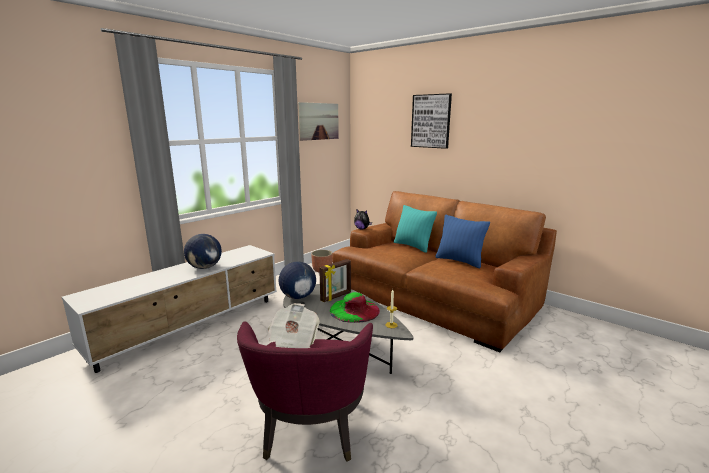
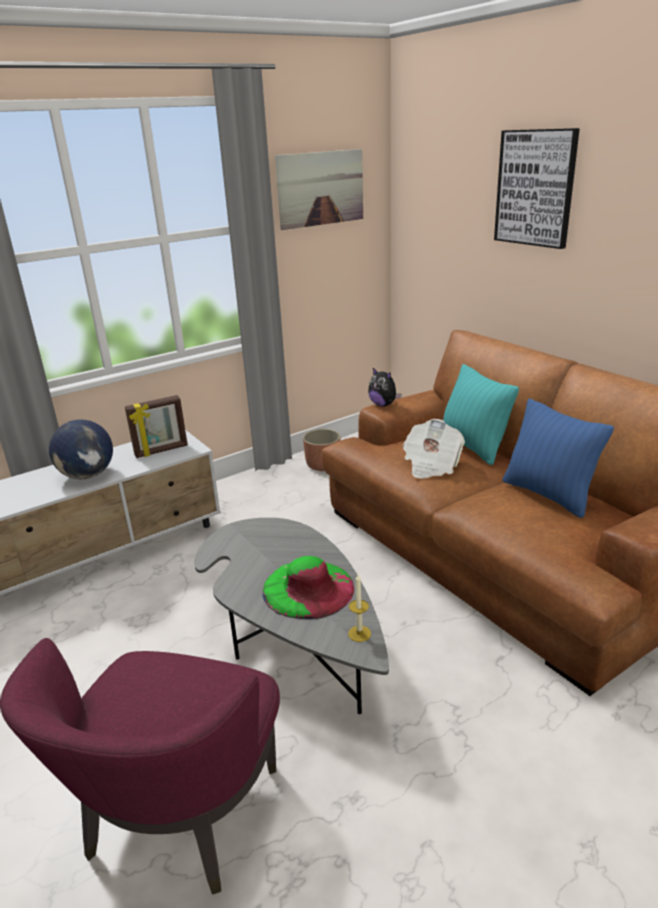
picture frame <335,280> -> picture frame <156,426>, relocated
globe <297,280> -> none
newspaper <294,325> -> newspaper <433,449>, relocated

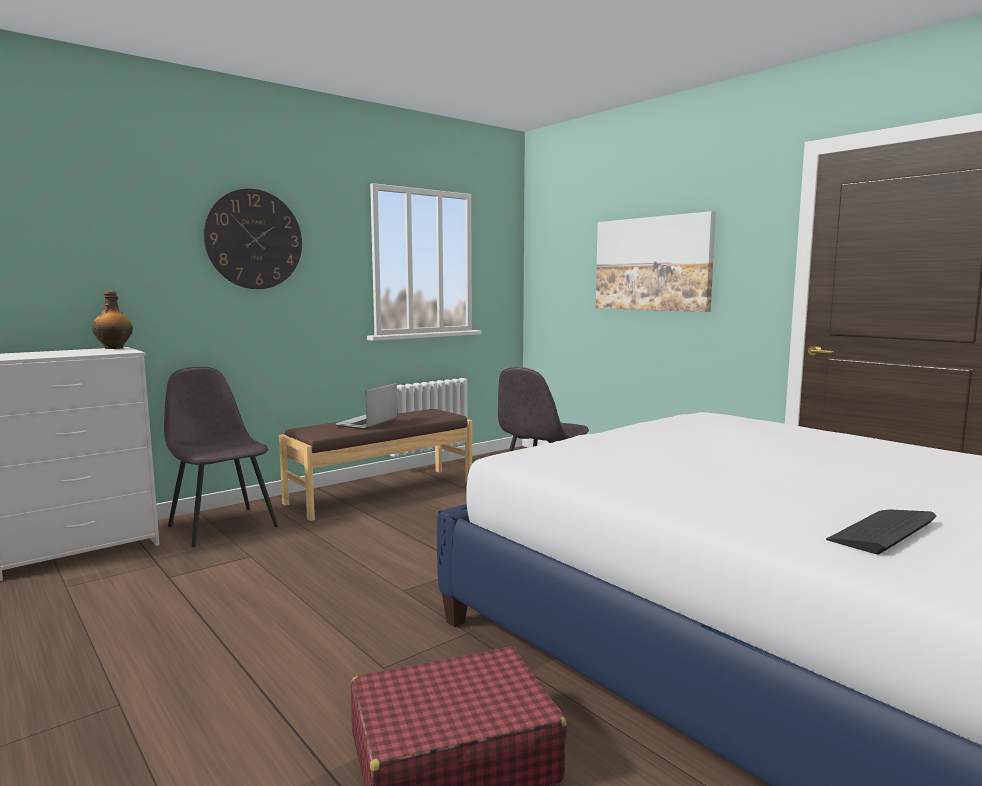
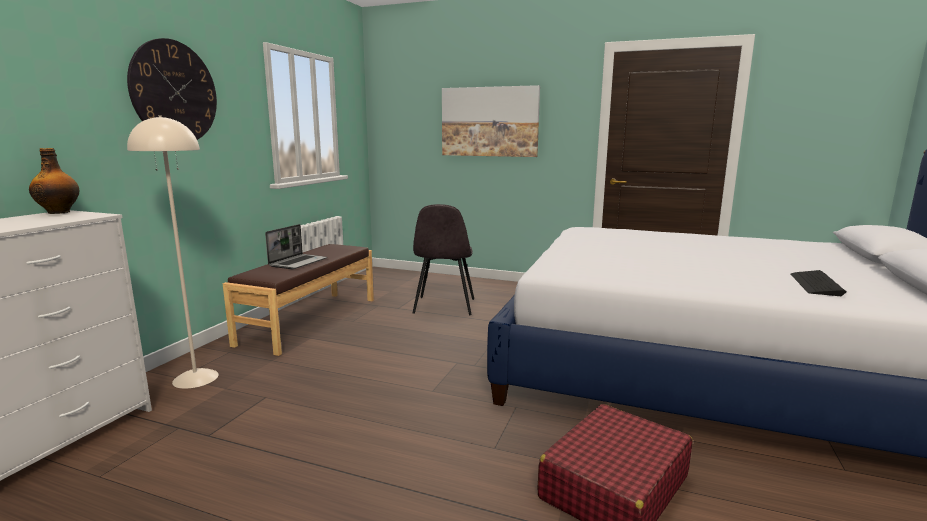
grey chair <221,457> -> beige floor lamp <173,252>
laptop <367,406> -> laptop <296,246>, 150 degrees counterclockwise

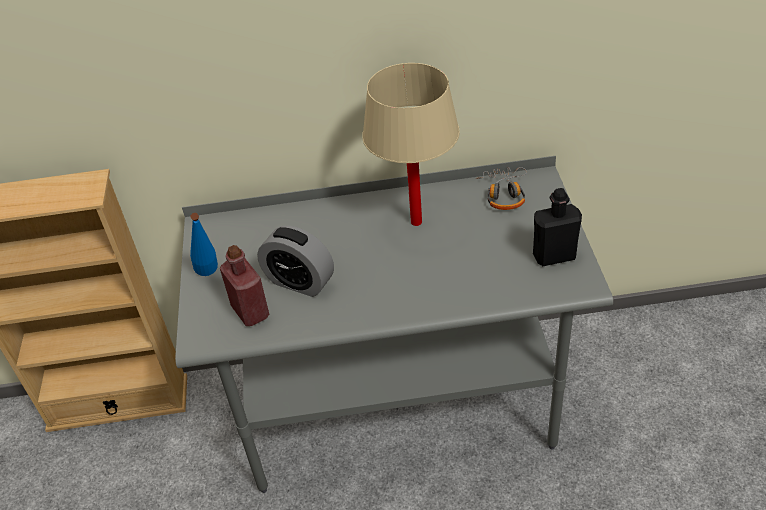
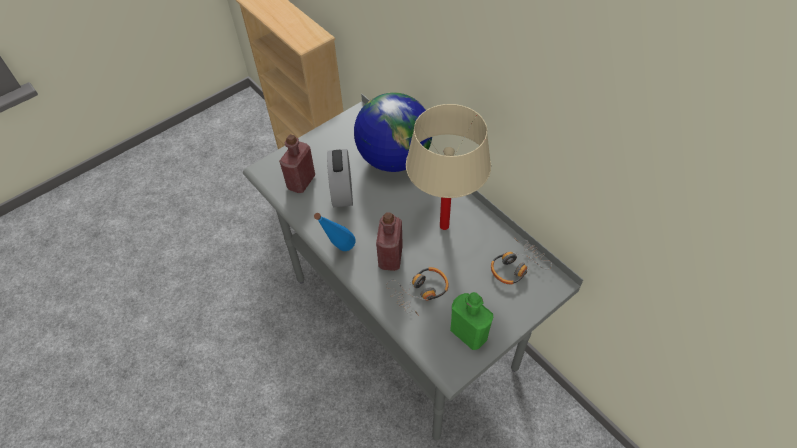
black bottle <557,227> -> green bottle <471,321>
blue bottle <204,244> -> blue bottle <335,232>, relocated
none -> globe <393,132>
none -> red bottle <389,241>
none -> headphones <417,291>

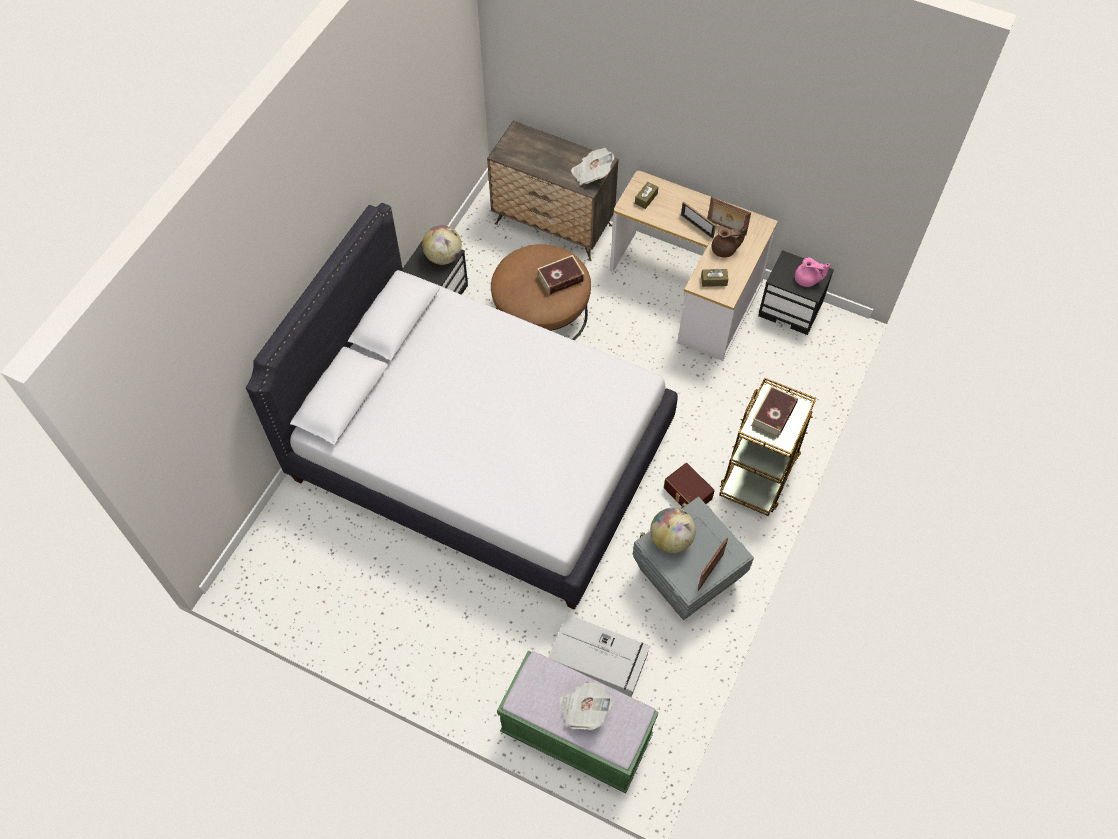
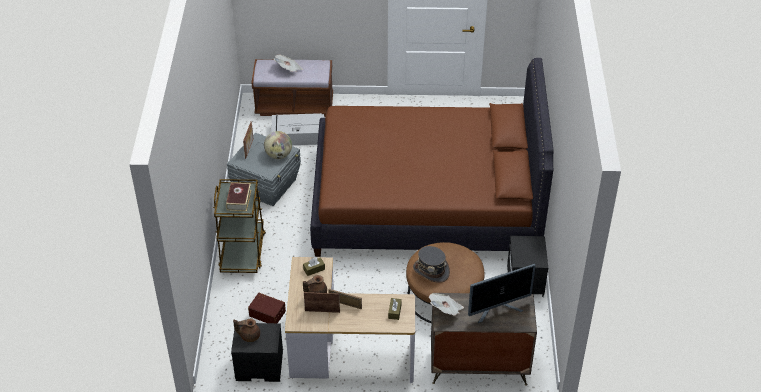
white bed <462,406> -> brown bed <432,157>
globe <442,245> -> none
book <561,275> -> grey hat <431,264>
pink teapot <812,272> -> brown teapot <246,330>
brown storage box <689,484> -> brown storage box <267,308>, relocated
green bench <578,721> -> brown bench <292,88>
none -> monitor <502,293>

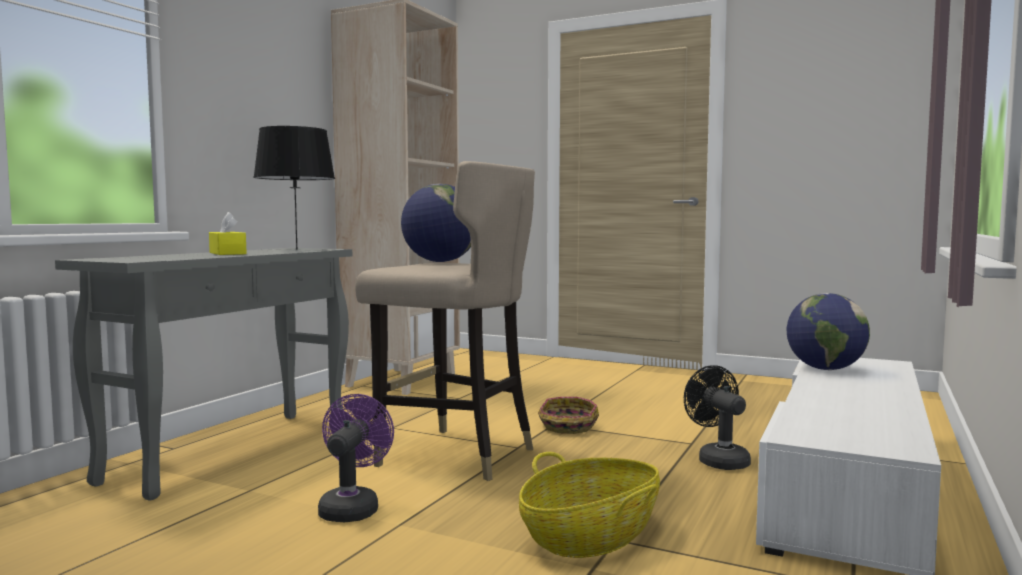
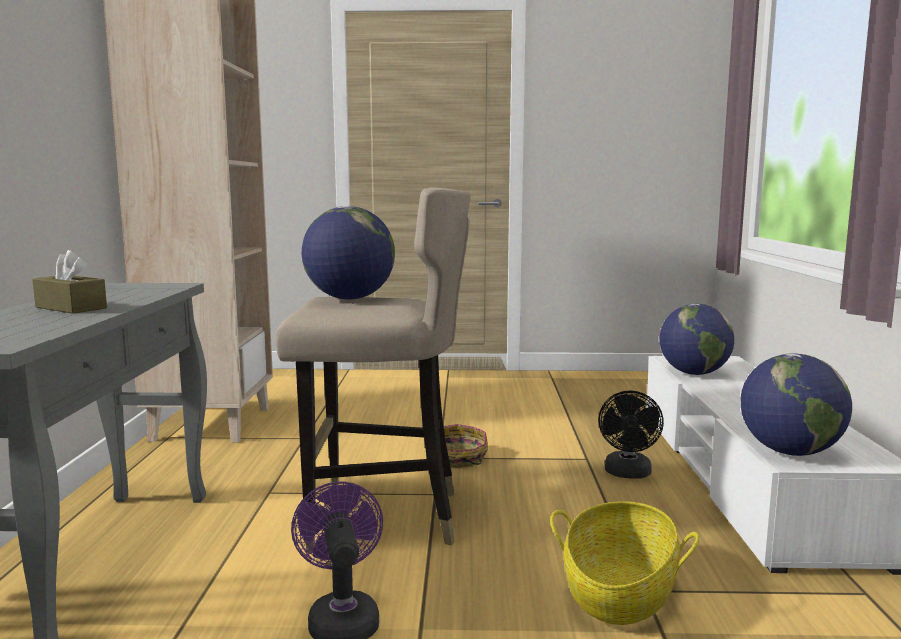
black table lamp <294,187> -> none
yellow tissue box <228,233> -> brown tissue box <69,282>
black fan <717,417> -> black fan <631,435>, 120 degrees counterclockwise
none -> globe <796,404>

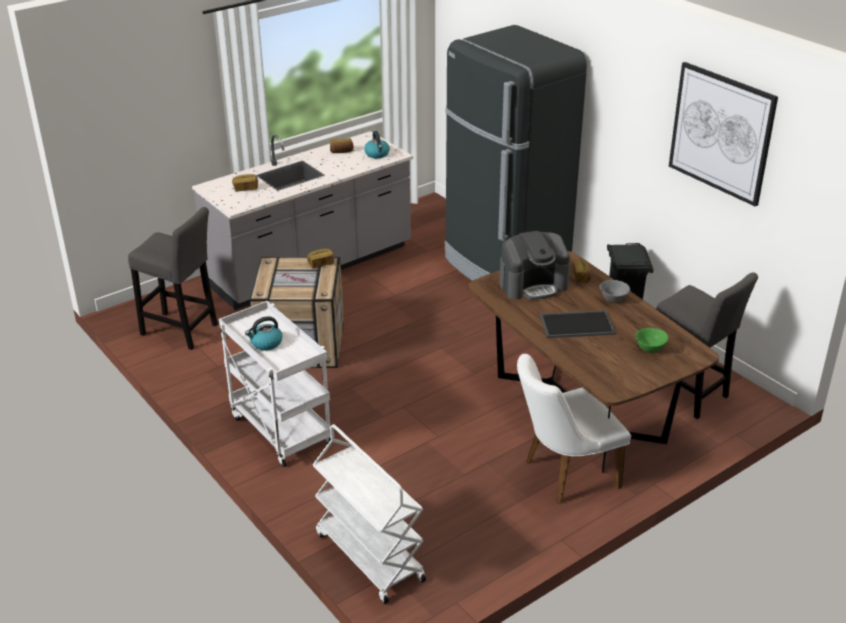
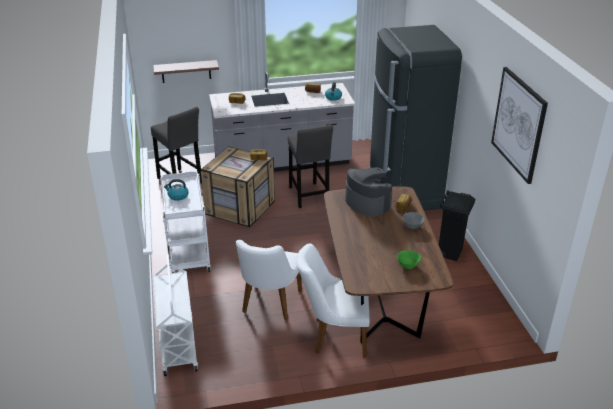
coffee machine <534,265> -> coffee machine <368,192>, 135 degrees counterclockwise
grey stool <707,345> -> grey stool <310,166>, relocated
tray <578,324> -> none
none -> shelf <186,71>
none -> white chair <269,280>

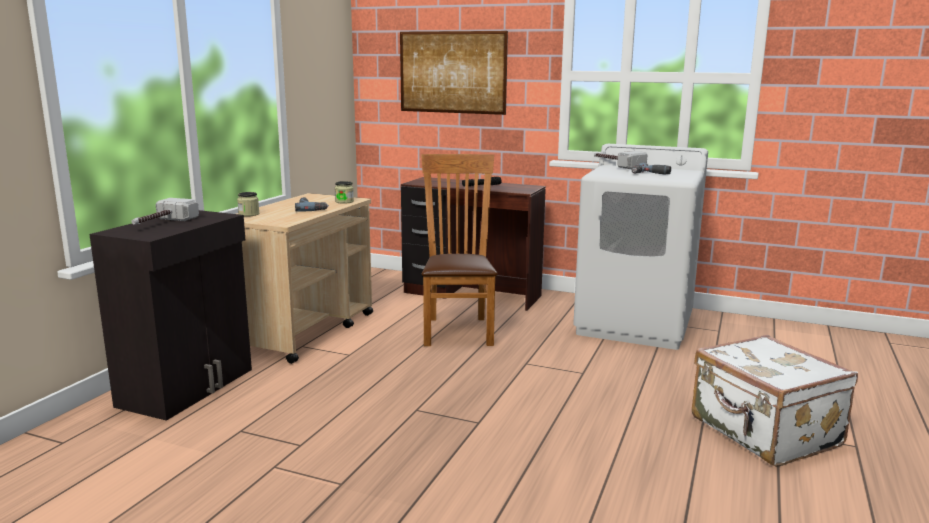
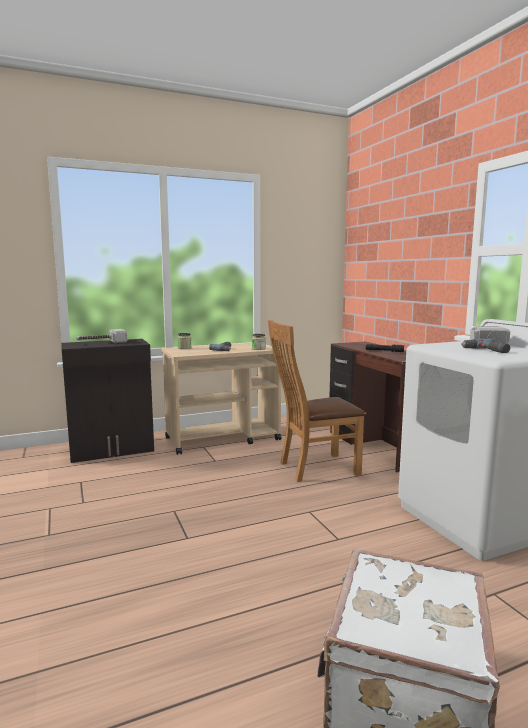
picture <454,73> -> none
brown chair <459,250> -> brown chair <317,401>, 150 degrees counterclockwise

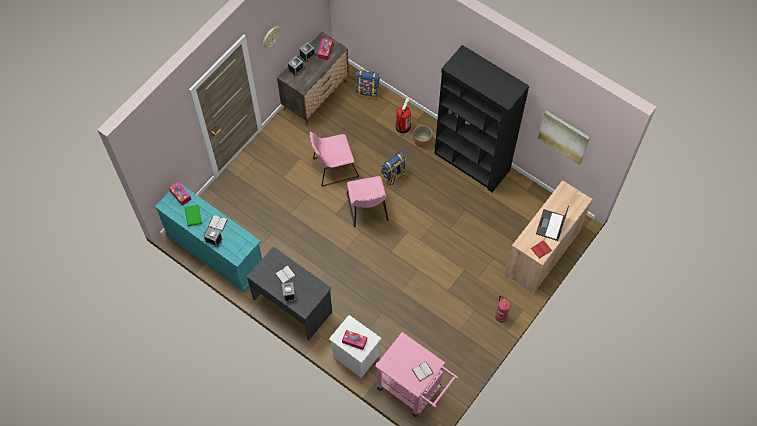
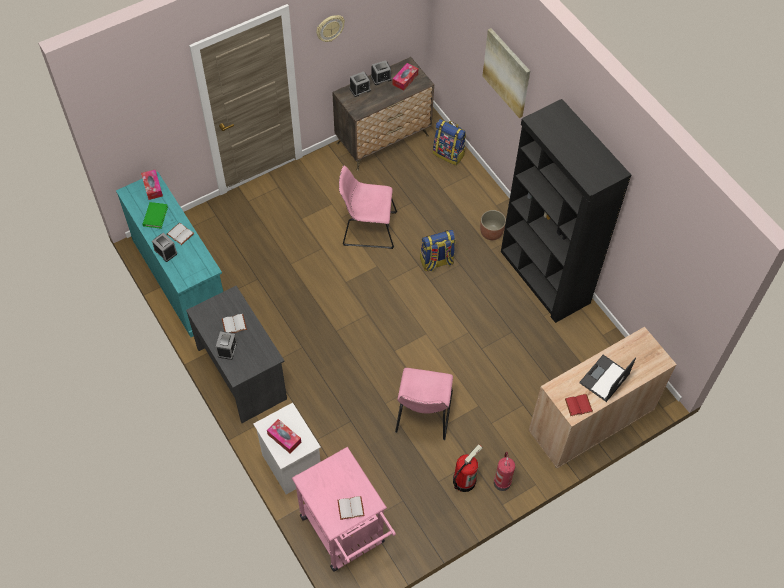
fire extinguisher <403,115> -> fire extinguisher <467,468>, relocated
picture <564,137> -> picture <506,73>, relocated
pink chair <368,201> -> pink chair <424,404>, relocated

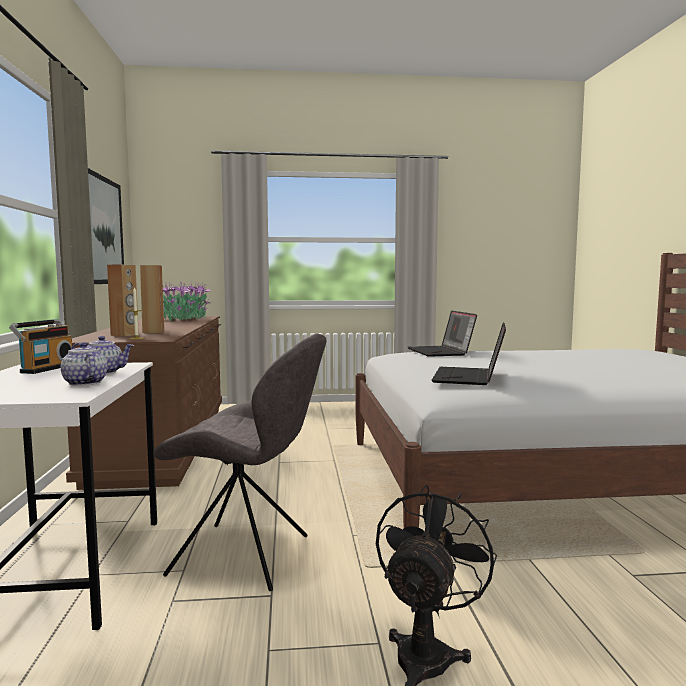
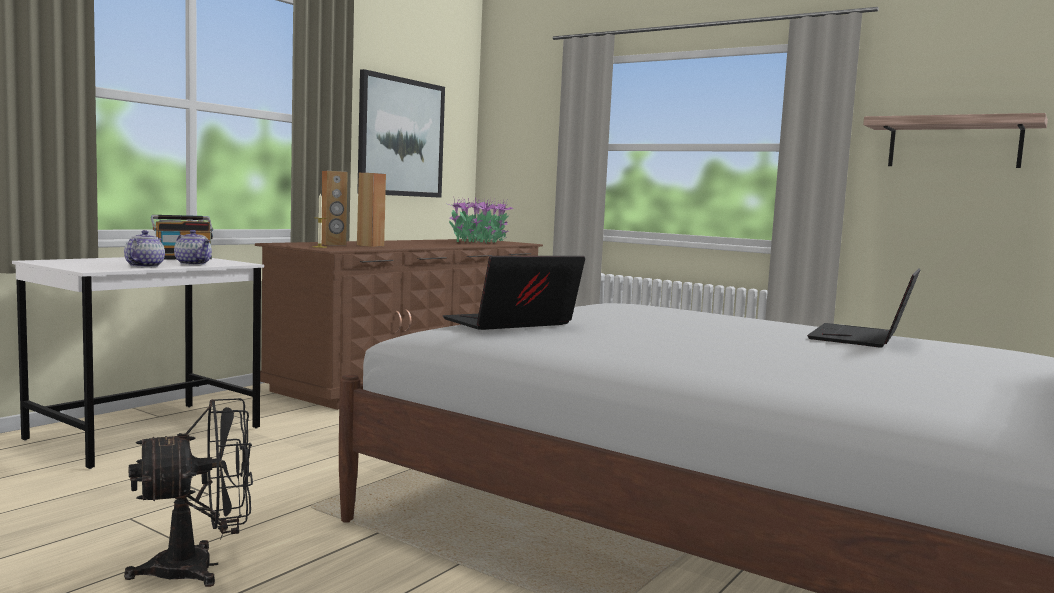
laptop <442,333> -> laptop <864,308>, relocated
grey chair <239,462> -> none
none -> shelf <955,140>

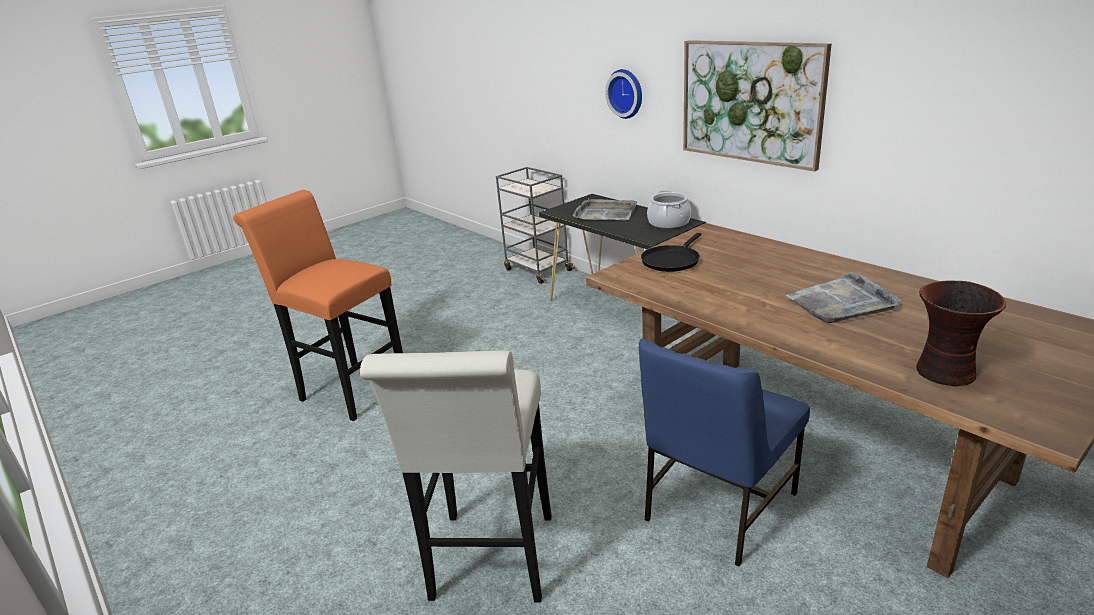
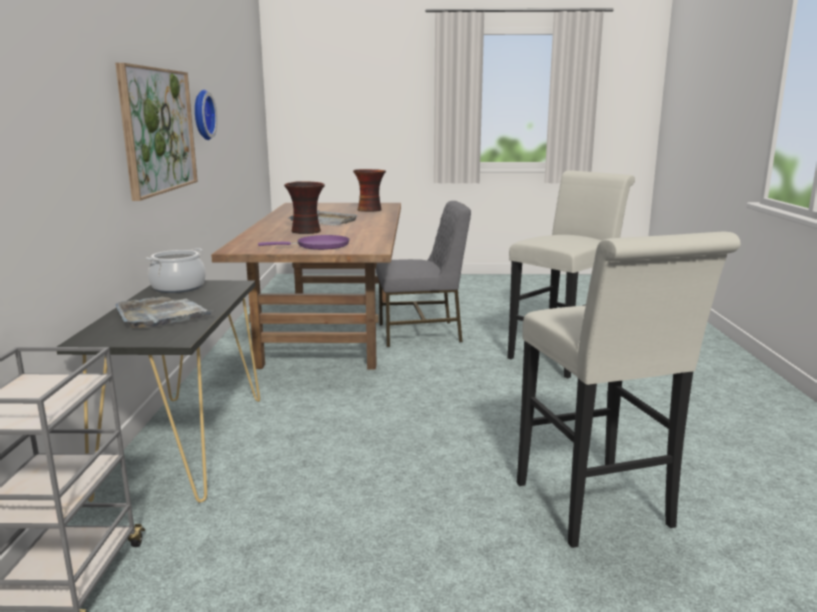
wall clock <623,94> -> wall clock <206,115>, relocated
orange stool <318,305> -> white stool <629,390>
black frying pan <671,252> -> purple frying pan <303,242>
blue chair <724,452> -> grey chair <423,274>
none -> vase <304,207>

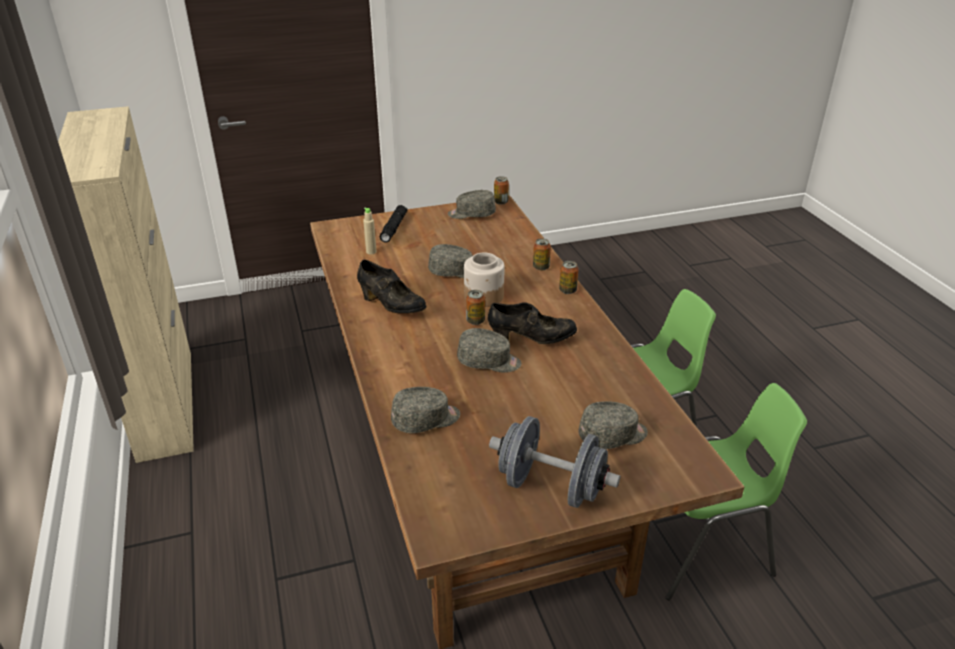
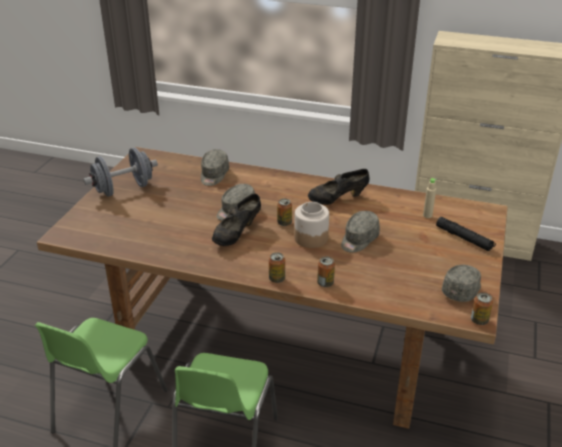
grey cap <613,425> -> none

